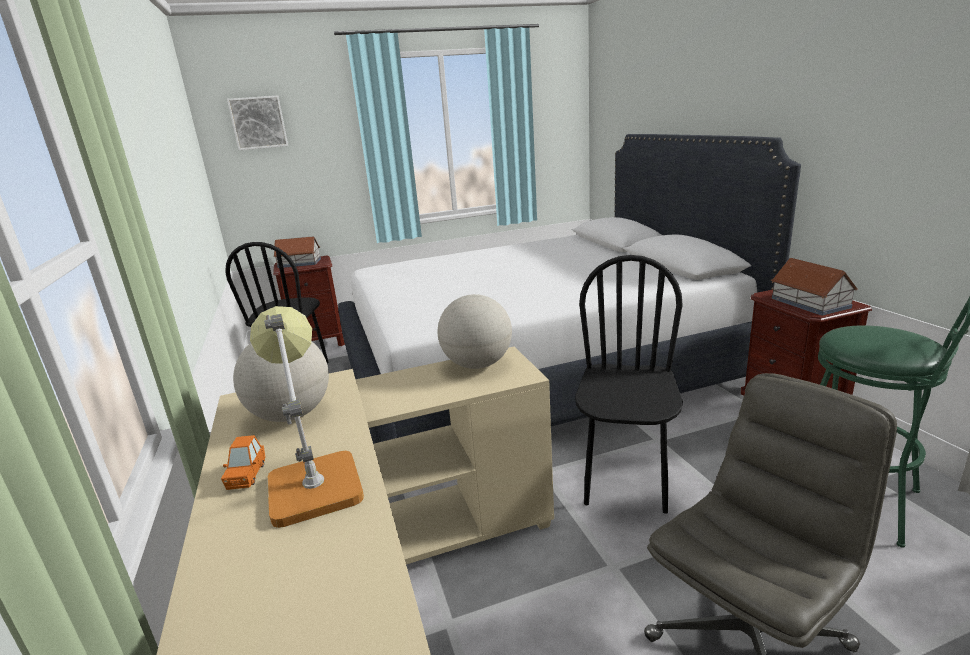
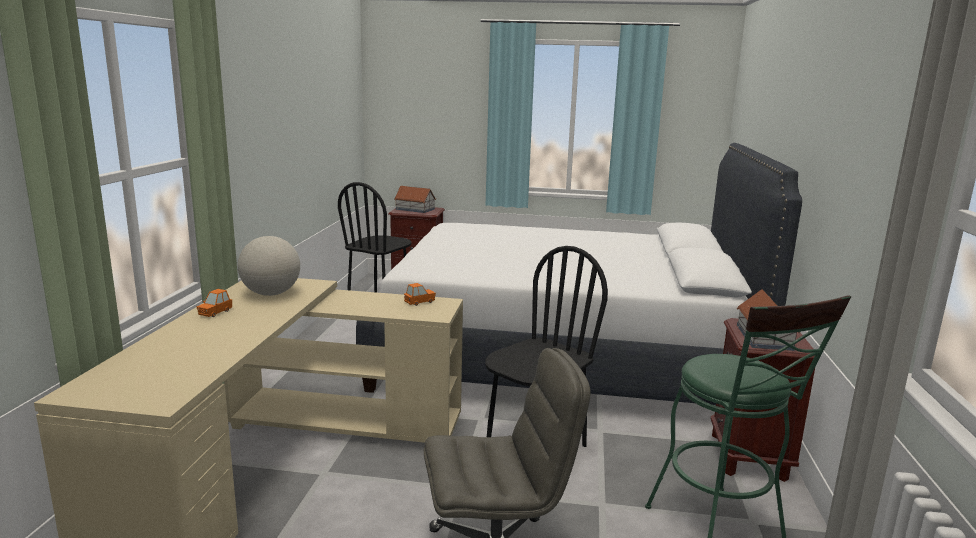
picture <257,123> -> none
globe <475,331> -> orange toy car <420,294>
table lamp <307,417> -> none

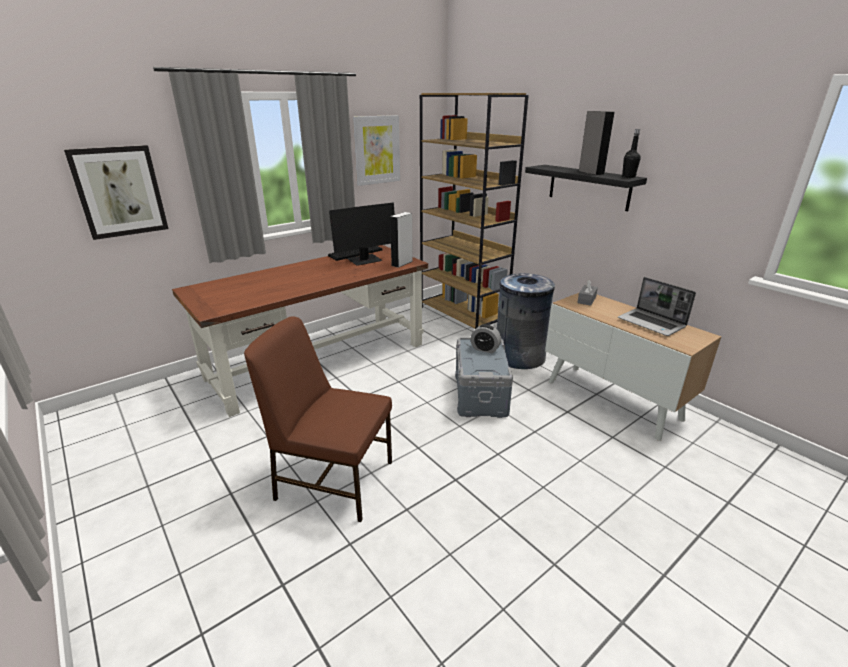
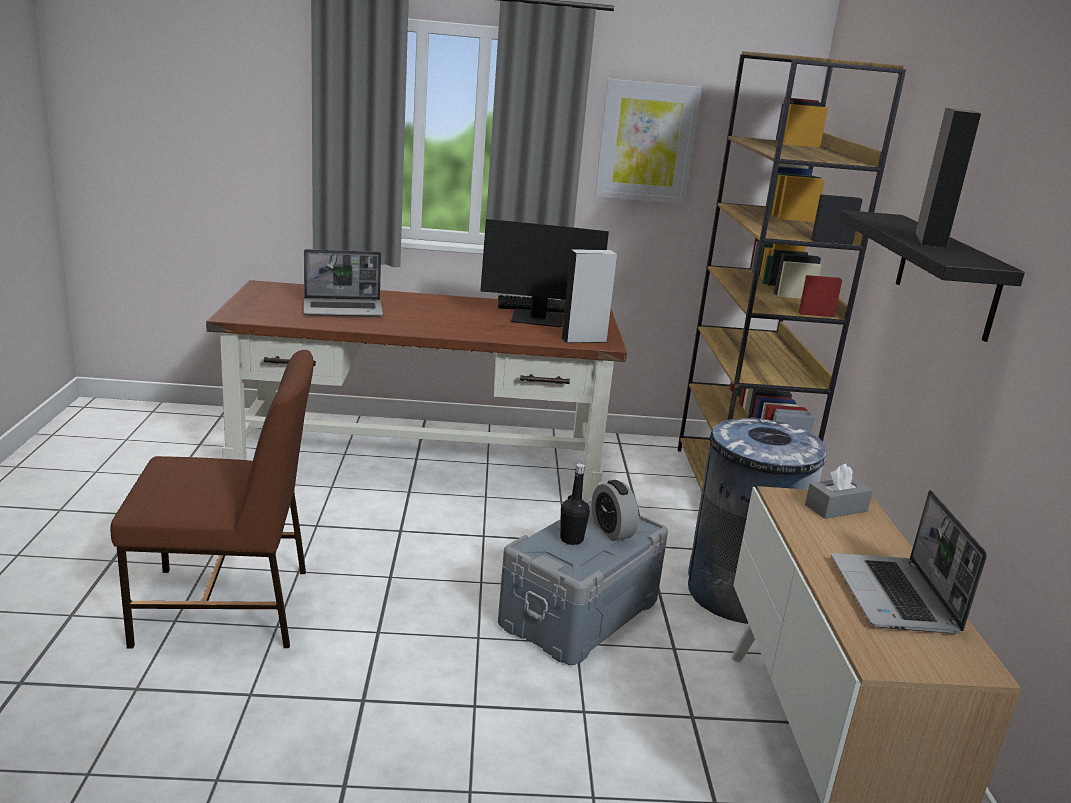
black bottle <631,153> -> black bottle <575,504>, relocated
picture <116,192> -> none
brown chair <318,419> -> brown chair <212,499>, 120 degrees clockwise
none -> laptop <343,283>

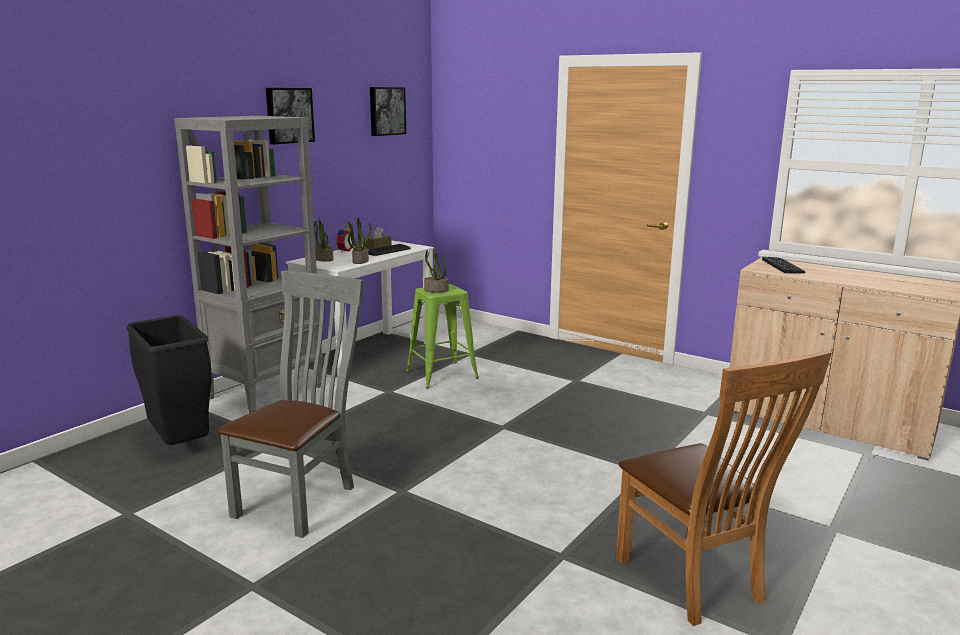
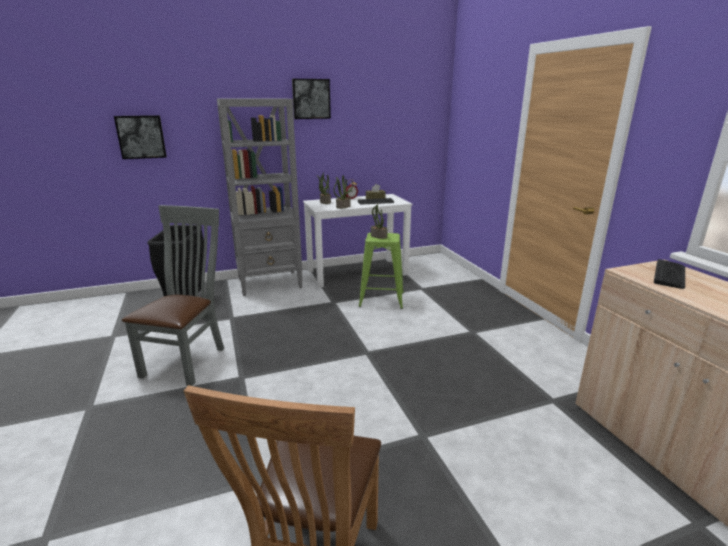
picture <388,111> -> picture <140,137>, relocated
grey chair <290,404> -> grey chair <173,295>, 45 degrees counterclockwise

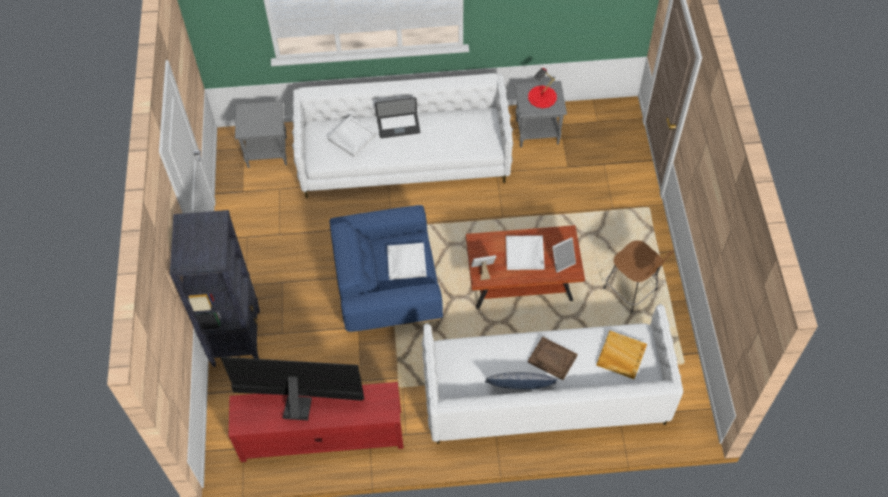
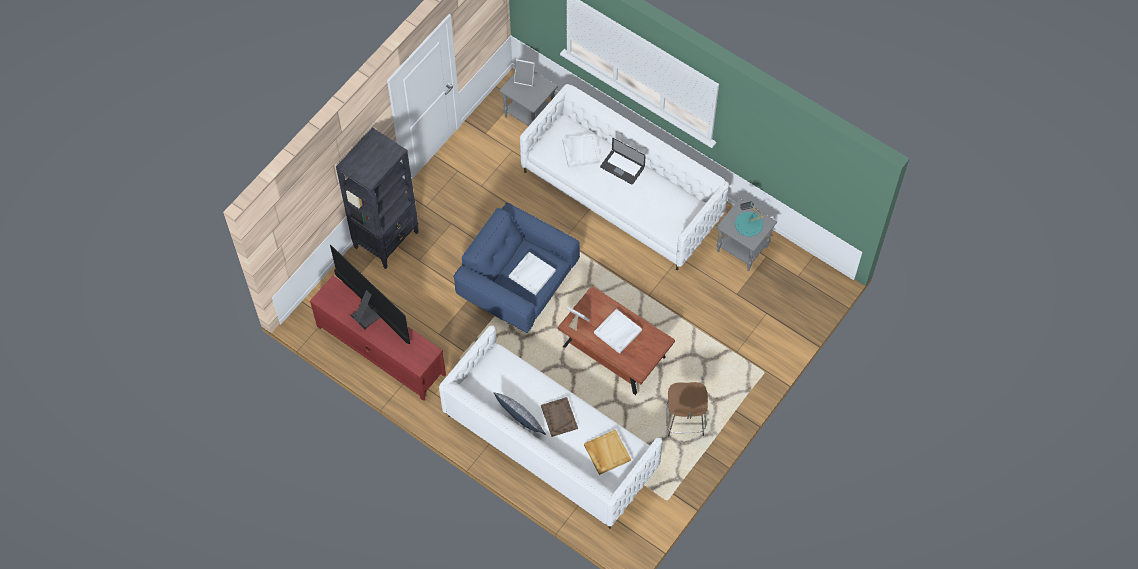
red table lamp <542,88> -> turquoise table lamp <750,219>
picture frame <564,255> -> picture frame <524,72>, relocated

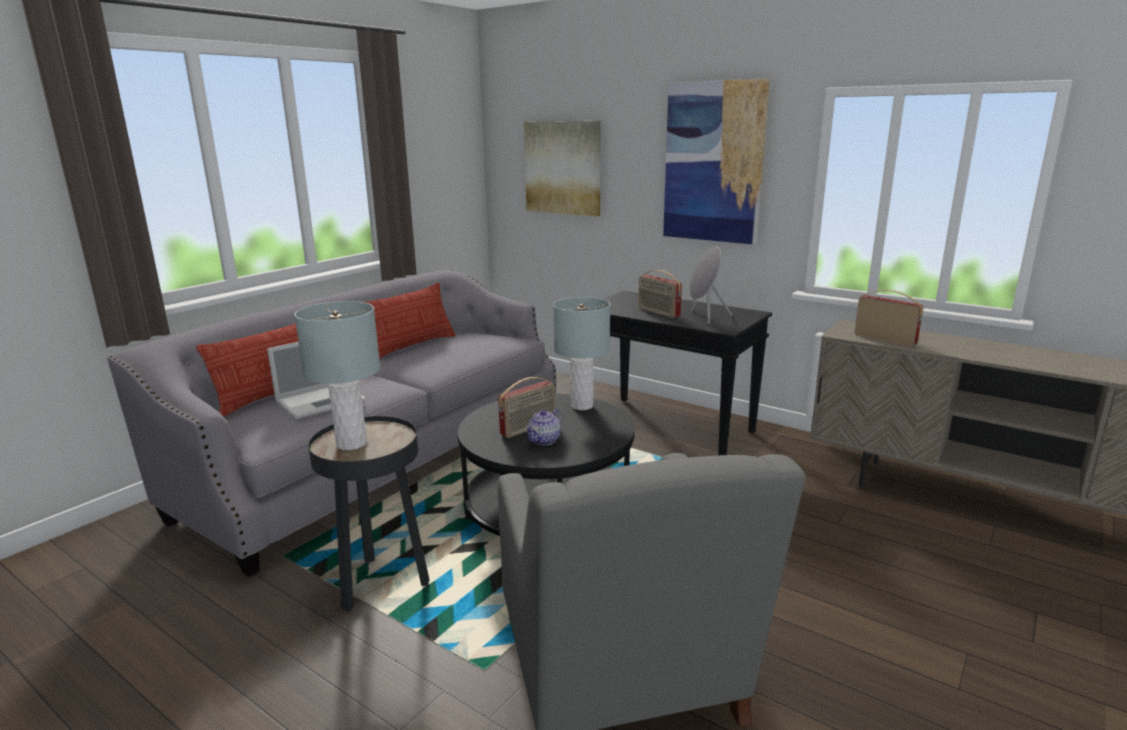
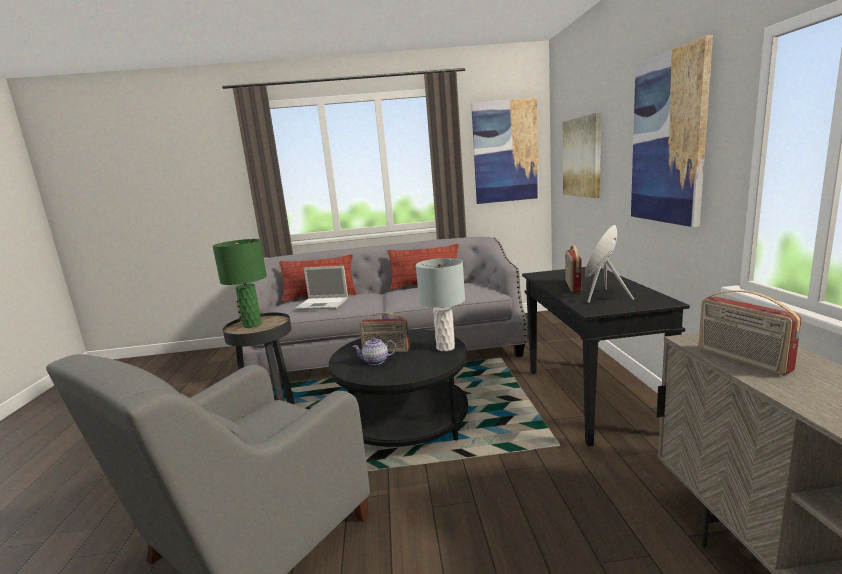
radio <889,318> -> radio <750,332>, 150 degrees clockwise
grey table lamp <337,375> -> green table lamp <240,283>
none -> picture <505,151>

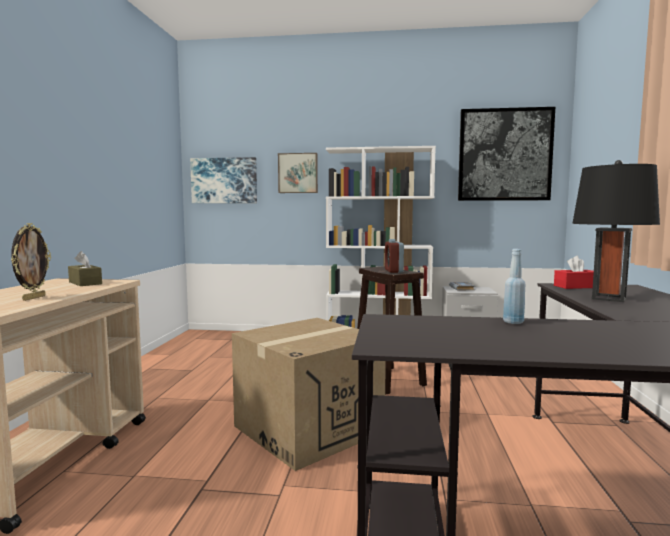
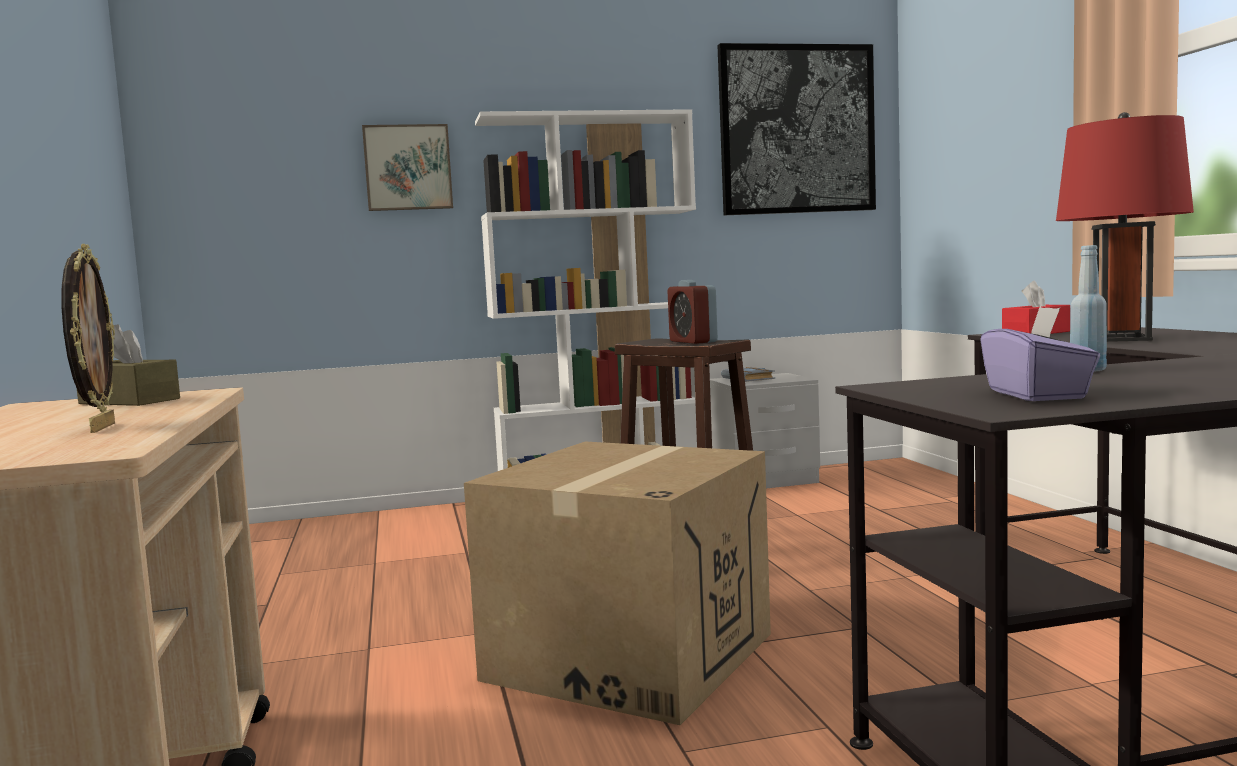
picture <223,180> -> none
black table lamp <616,231> -> red table lamp <1125,227>
none -> purple tissue box <1040,354>

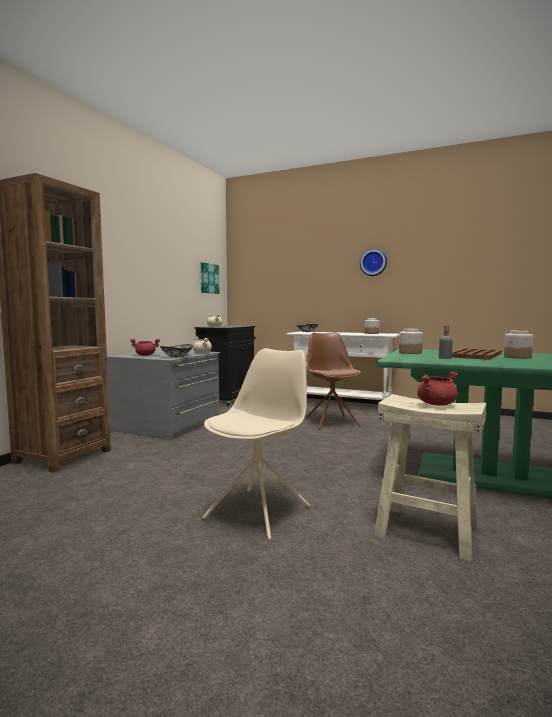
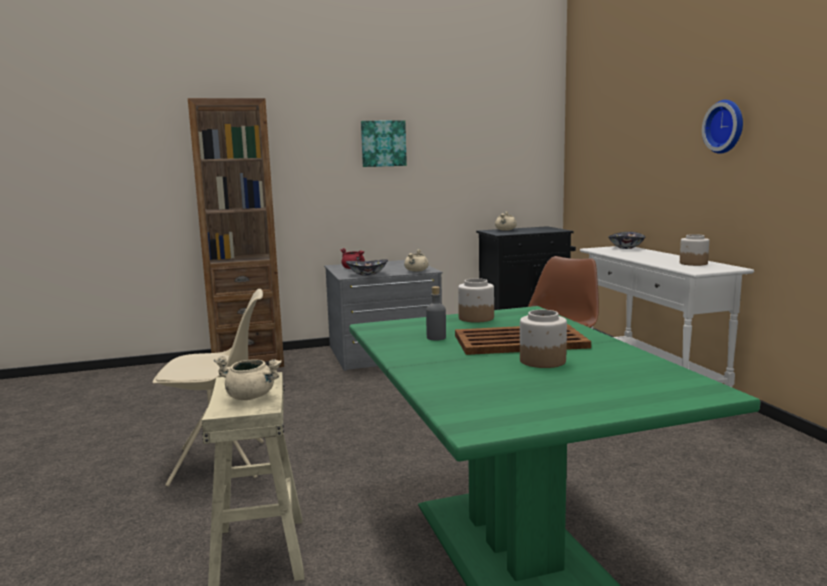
picture <210,278> -> picture <384,143>, relocated
red cooking pot <437,388> -> beige cooking pot <248,378>

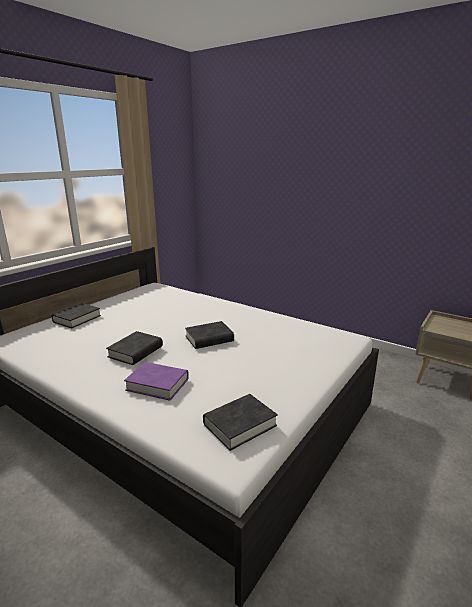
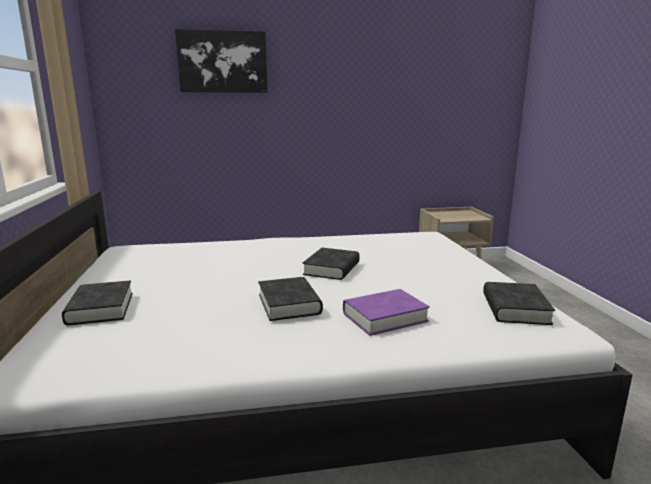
none -> picture <221,61>

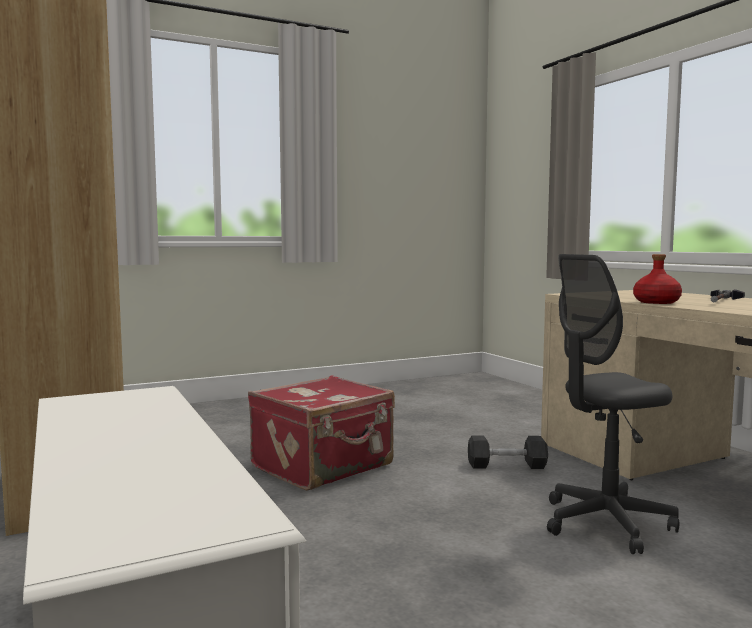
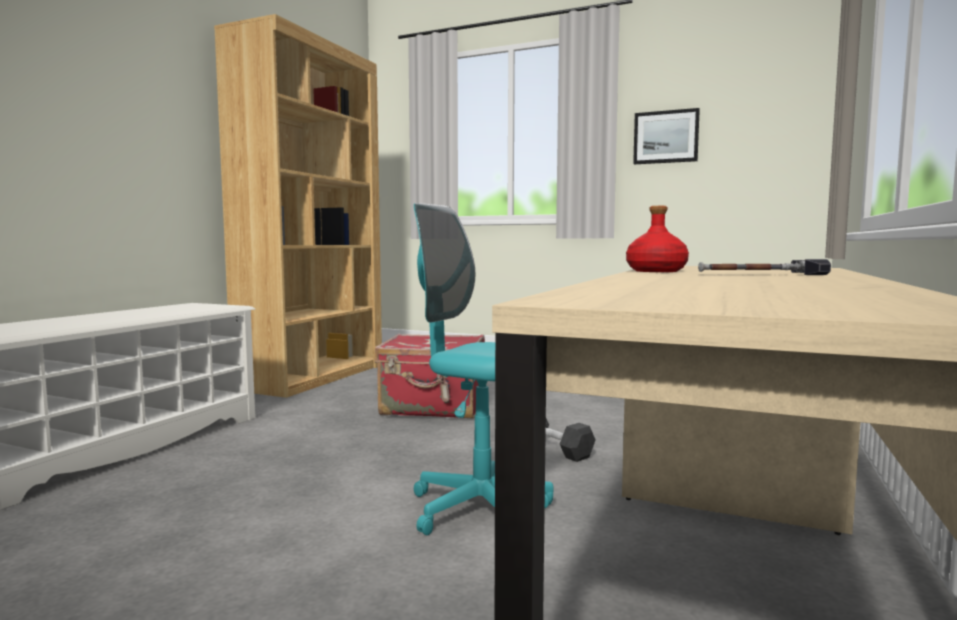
grey office chair <613,404> -> turquoise office chair <483,369>
none -> picture <666,136>

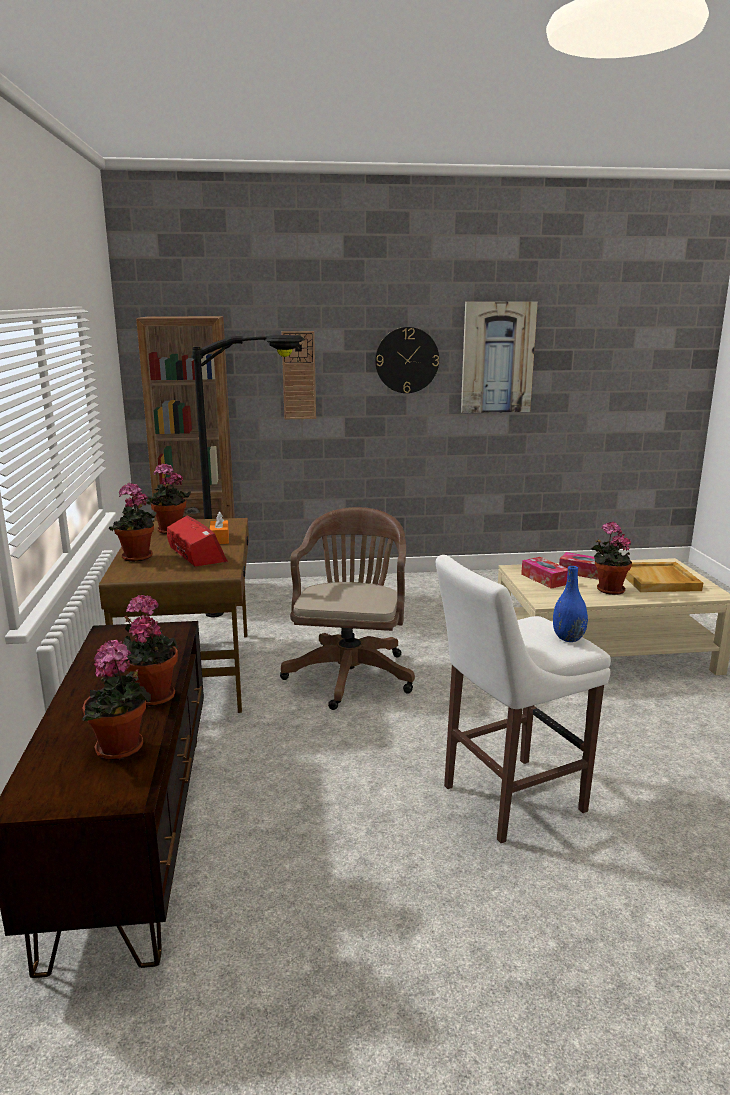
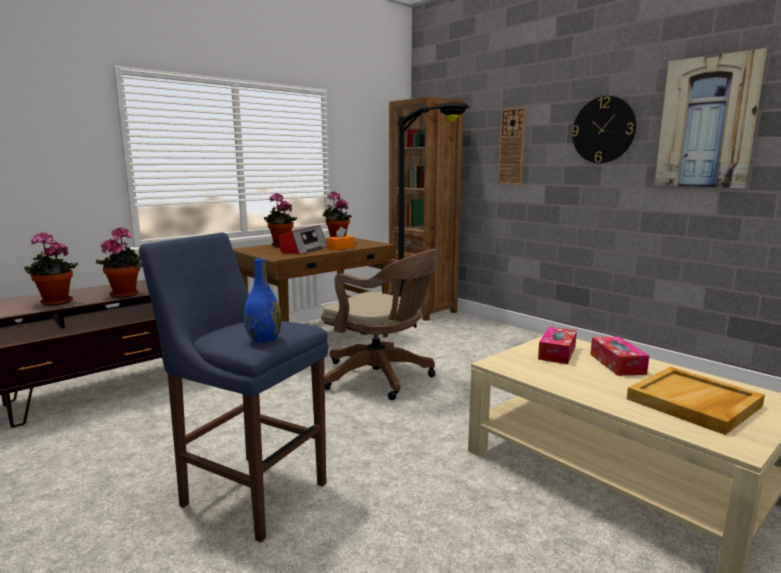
brown office chair <347,608> -> brown office chair <379,324>, 60 degrees clockwise
potted plant <611,558> -> none
white stool <523,699> -> blue stool <233,387>

